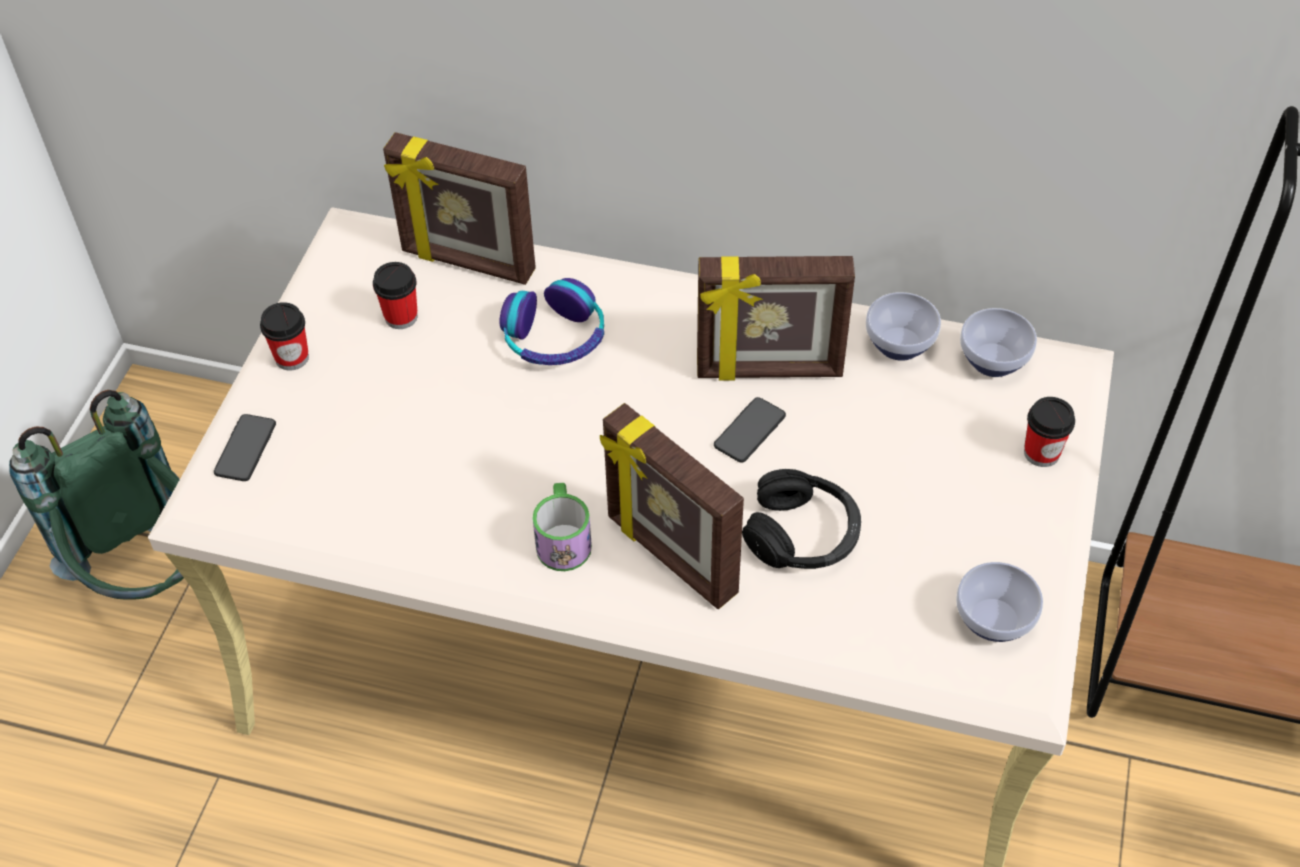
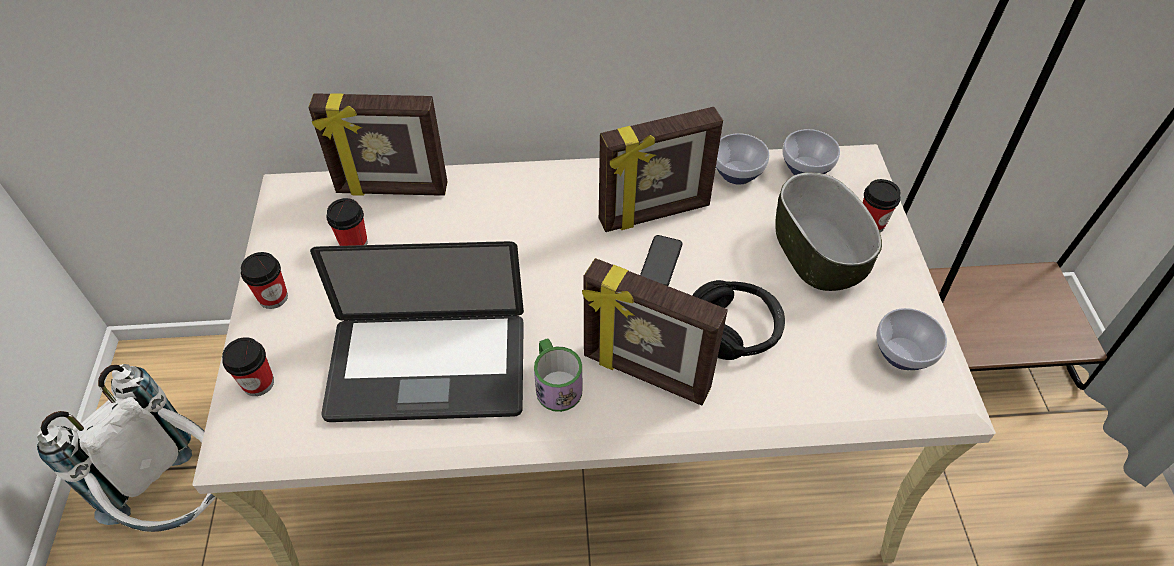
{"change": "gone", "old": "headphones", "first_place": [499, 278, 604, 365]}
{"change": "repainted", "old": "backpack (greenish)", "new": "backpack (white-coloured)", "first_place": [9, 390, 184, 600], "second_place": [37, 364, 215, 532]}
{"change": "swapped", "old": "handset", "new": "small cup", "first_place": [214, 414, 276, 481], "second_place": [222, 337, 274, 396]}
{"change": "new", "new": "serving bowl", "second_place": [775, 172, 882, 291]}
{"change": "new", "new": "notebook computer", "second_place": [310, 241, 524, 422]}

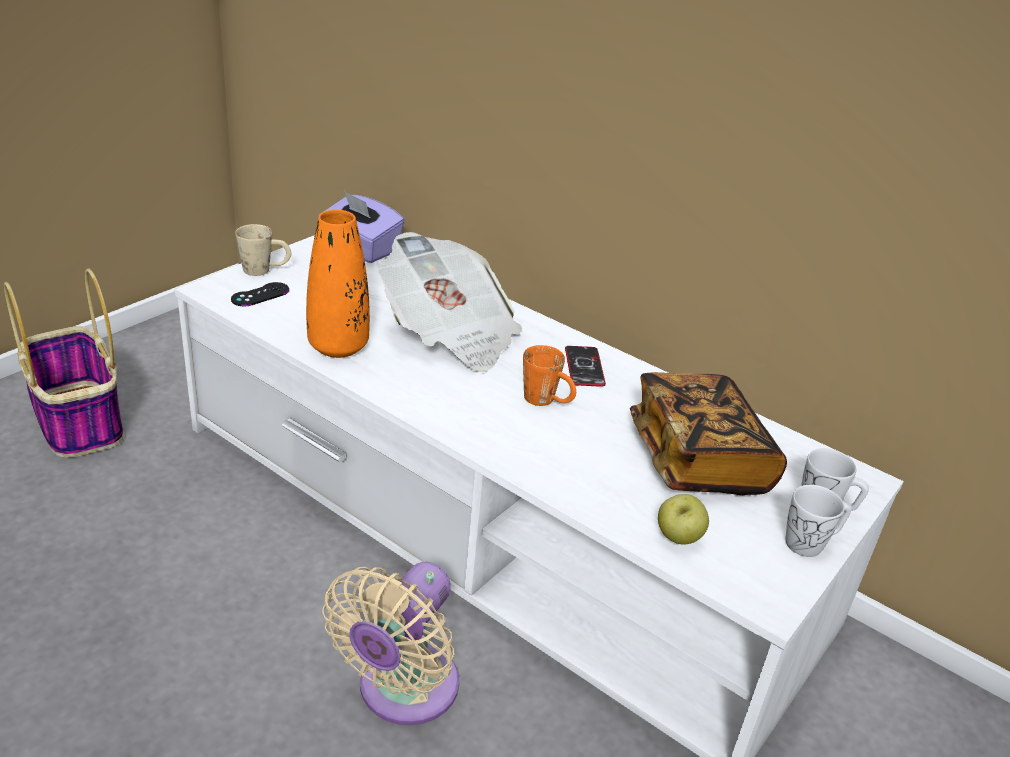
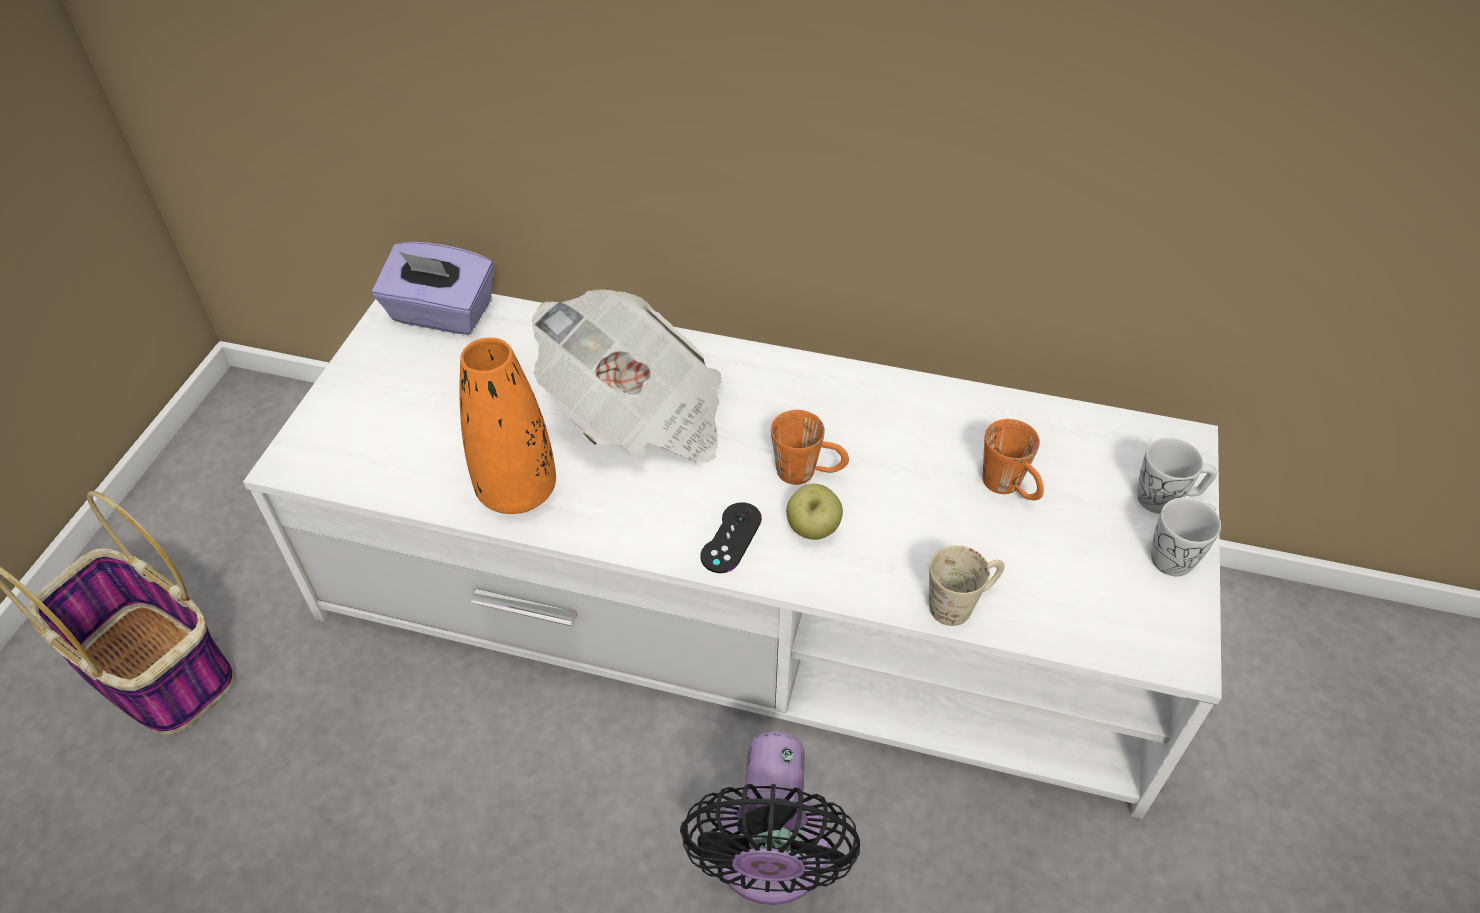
{"change": "shifted", "old": "mug (sand-coloured)", "first_place": [235, 224, 291, 276], "second_place": [929, 545, 1005, 626]}
{"change": "shifted", "old": "gamepad (blackish)", "first_place": [231, 282, 289, 306], "second_place": [701, 502, 762, 573]}
{"change": "gone", "old": "handset", "first_place": [565, 346, 606, 387]}
{"change": "swapped", "old": "bound book", "new": "mug (orangey)", "first_place": [630, 372, 787, 495], "second_place": [983, 419, 1044, 501]}
{"change": "shifted", "old": "apple fruit", "first_place": [658, 494, 709, 545], "second_place": [786, 484, 843, 540]}
{"change": "repainted", "old": "cooling fan (sand-coloured)", "new": "cooling fan (blackish)", "first_place": [322, 562, 459, 725], "second_place": [680, 731, 860, 905]}

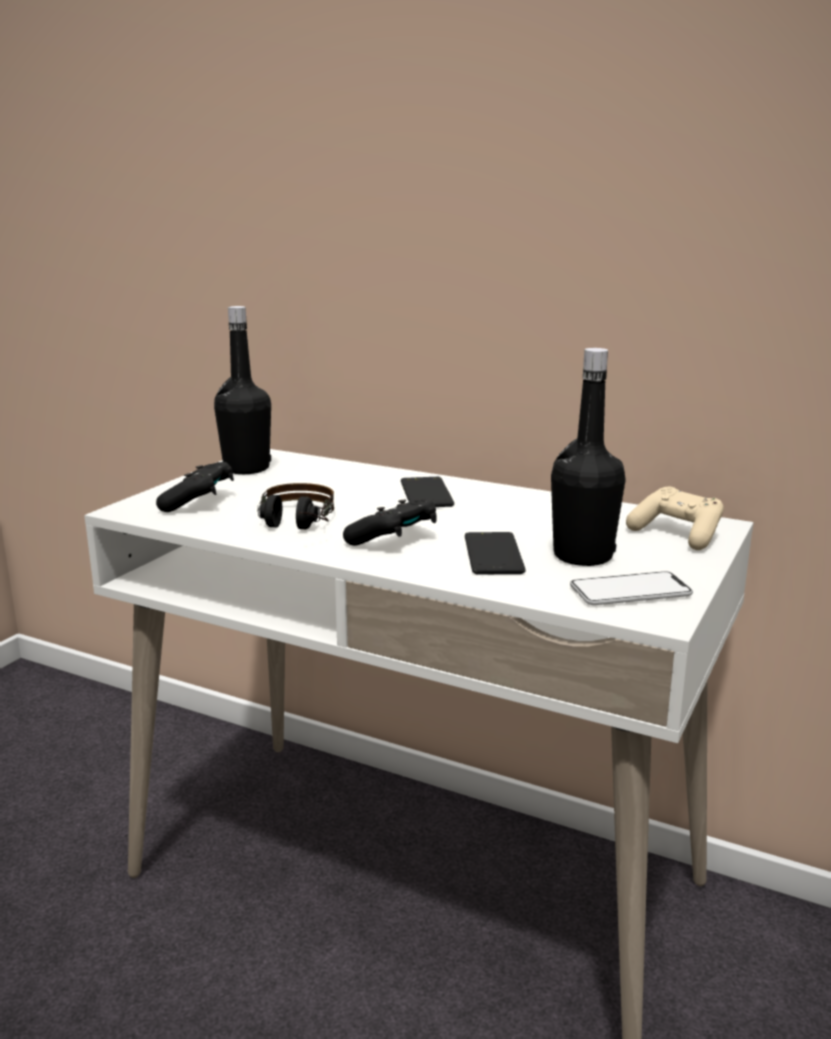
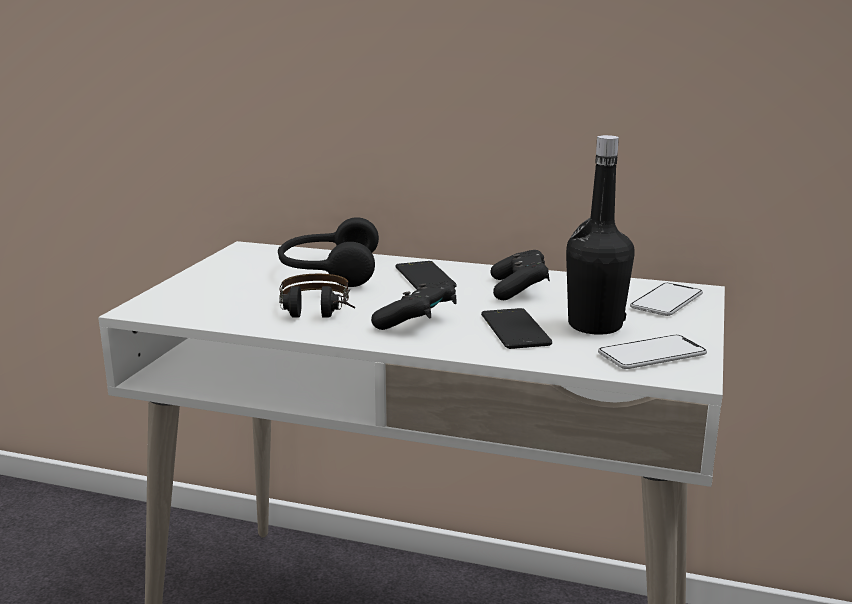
{"change": "gone", "old": "drink bottle (blackish)", "first_place": [214, 306, 271, 474]}
{"change": "shifted", "old": "gamepad (blackish)", "first_place": [156, 462, 234, 512], "second_place": [491, 250, 550, 300]}
{"change": "swapped", "old": "gamepad (sand-coloured)", "new": "handset", "first_place": [626, 487, 724, 550], "second_place": [630, 283, 703, 316]}
{"change": "new", "new": "headphones (blackish)", "second_place": [278, 217, 379, 287]}

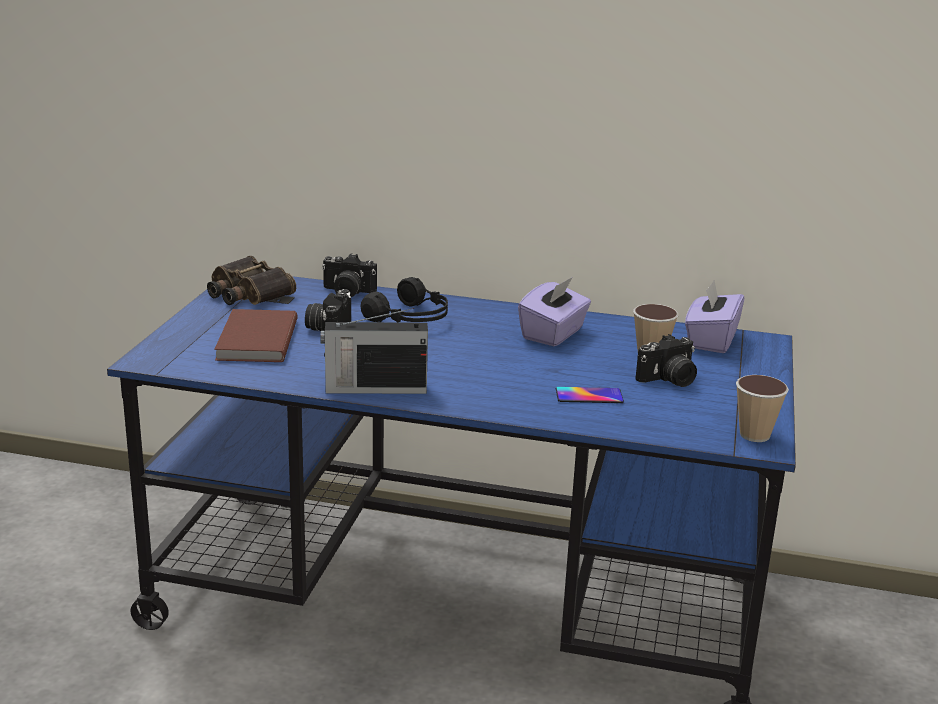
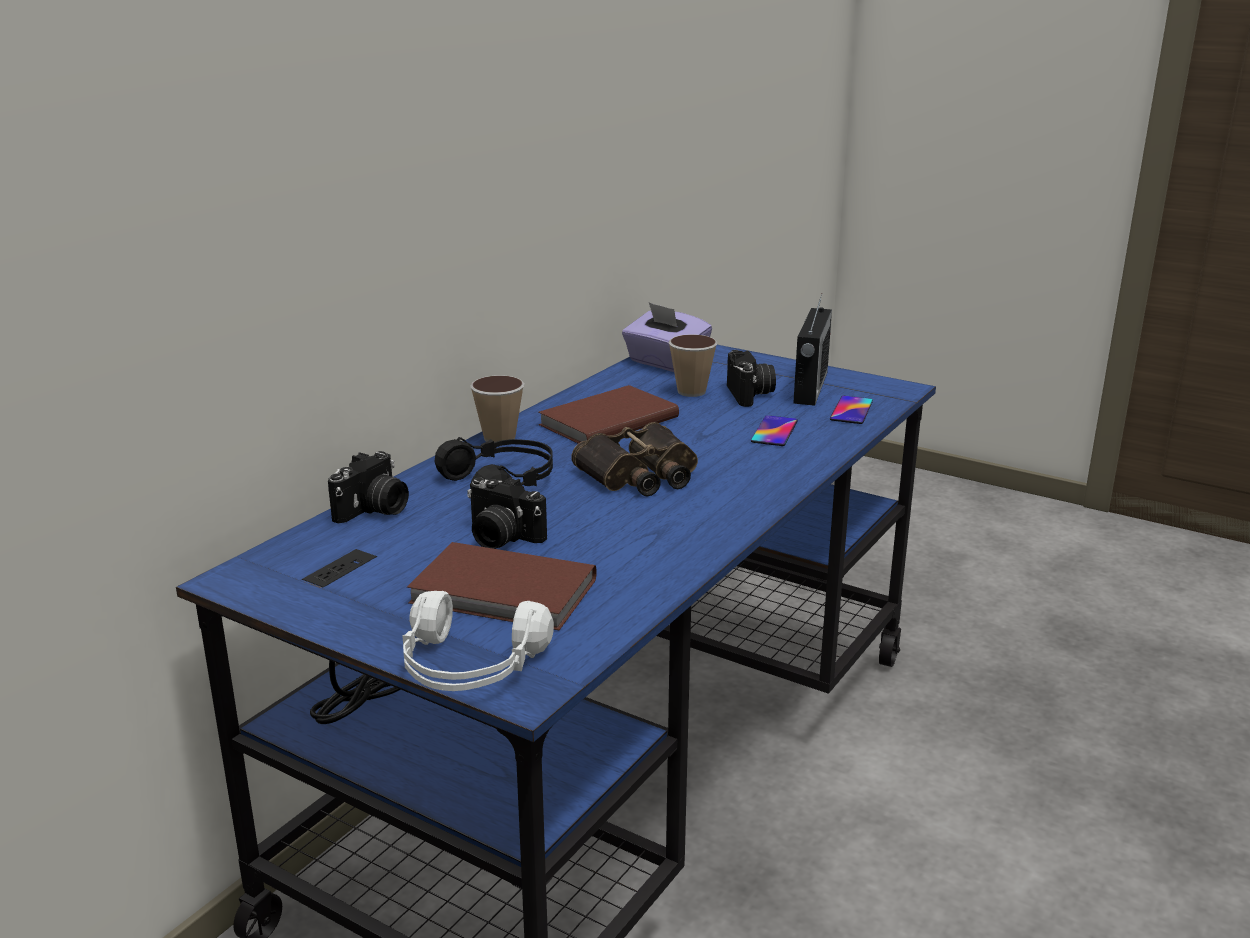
{"change": "shifted", "old": "binoculars", "first_place": [207, 256, 296, 305], "second_place": [572, 422, 698, 497]}
{"change": "swapped", "old": "box of tissues (purple)", "new": "bound book (brown-coloured)", "first_place": [518, 277, 591, 346], "second_place": [538, 385, 679, 444]}
{"change": "shifted", "old": "radio receiver", "first_place": [320, 308, 428, 394], "second_place": [793, 294, 832, 406]}
{"change": "shifted", "old": "small cup", "first_place": [736, 375, 789, 442], "second_place": [470, 375, 524, 442]}
{"change": "new", "new": "handset", "second_place": [830, 396, 873, 424]}
{"change": "new", "new": "headphones (white-coloured)", "second_place": [402, 591, 554, 691]}

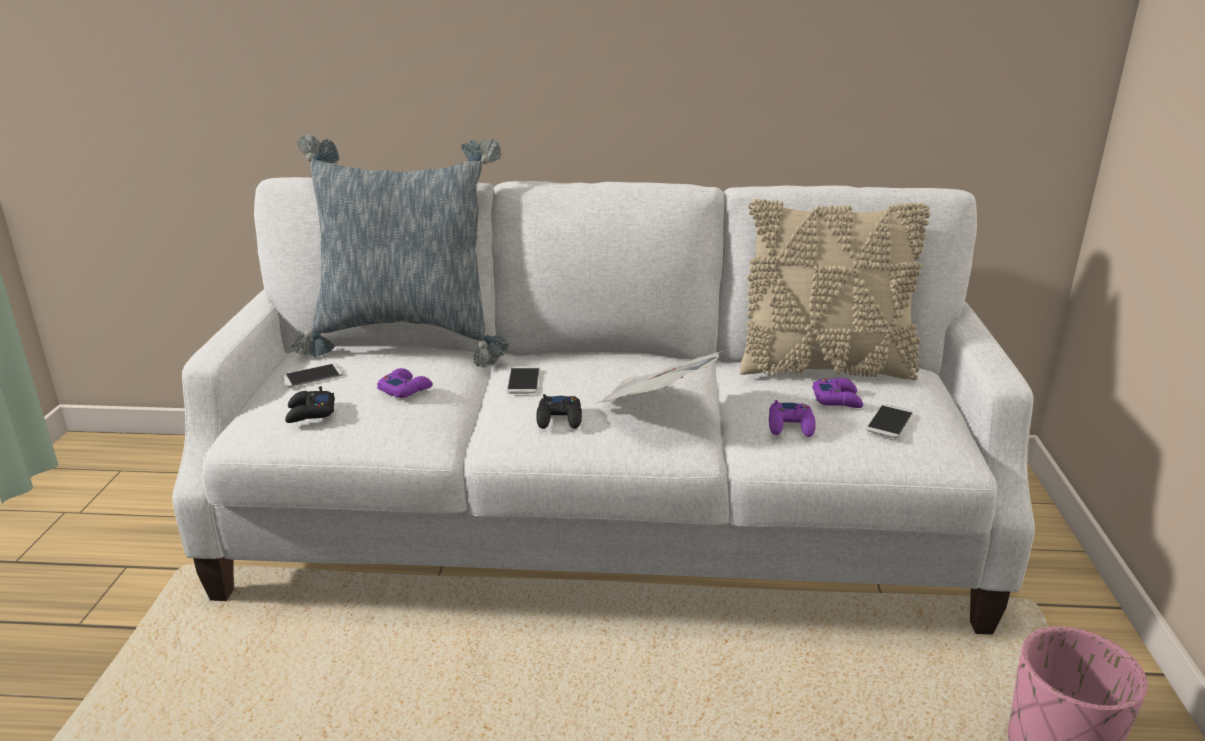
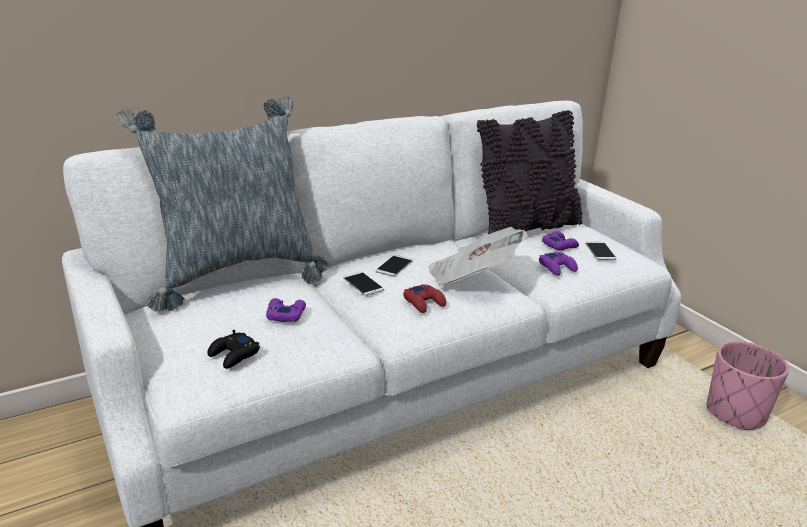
{"change": "repainted", "old": "throw pillow (sand-coloured)", "new": "throw pillow (blackish)", "first_place": [740, 199, 930, 380], "second_place": [477, 110, 582, 234]}
{"change": "shifted", "old": "handset", "first_place": [282, 363, 344, 387], "second_place": [376, 255, 413, 277]}
{"change": "repainted", "old": "gamepad (blackish)", "new": "gamepad (red-coloured)", "first_place": [536, 394, 582, 429], "second_place": [403, 284, 446, 313]}

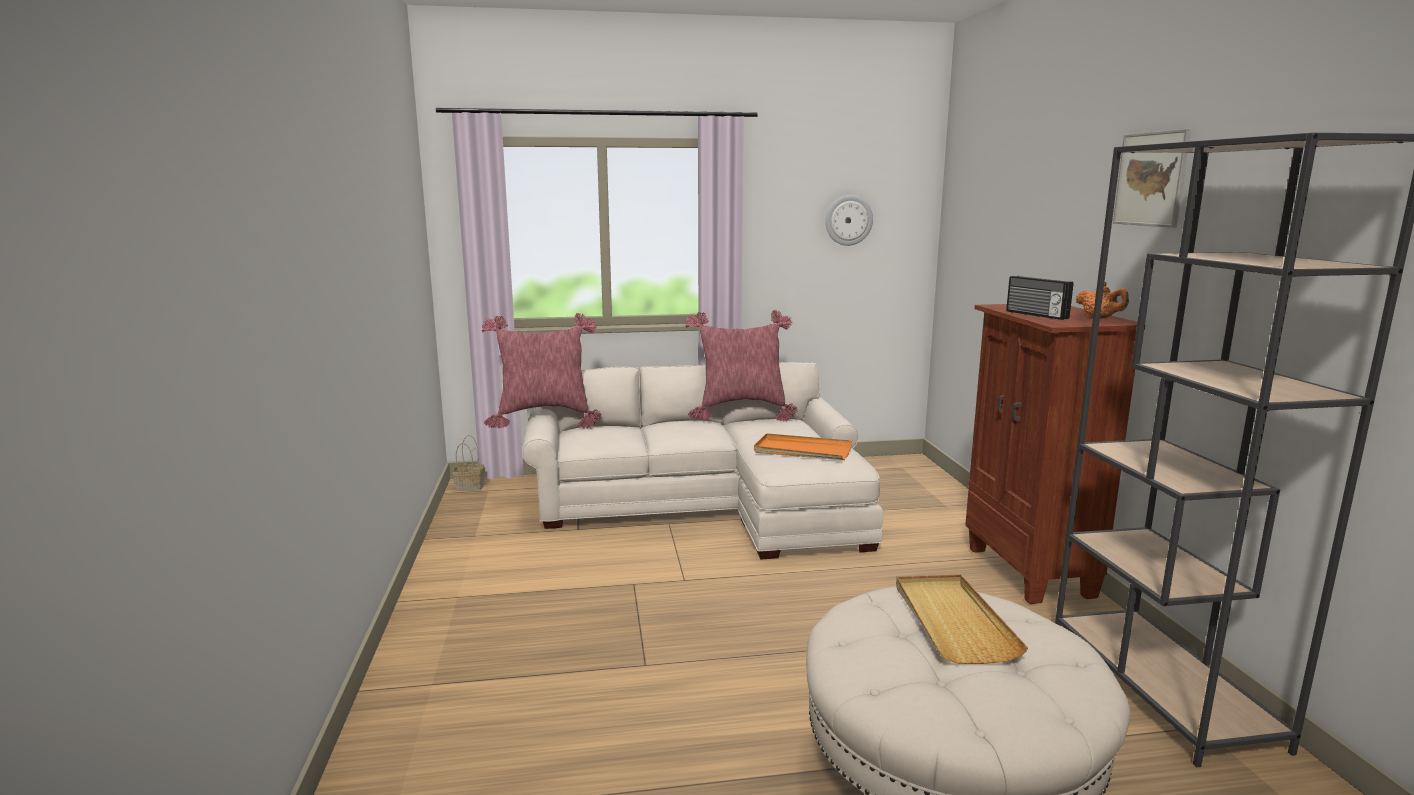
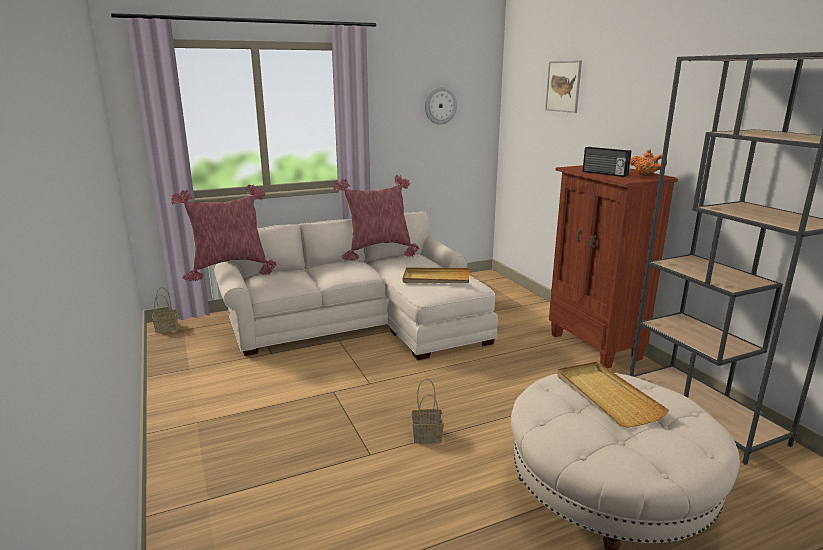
{"change": "shifted", "old": "picture", "first_place": [1113, 129, 1191, 228], "second_place": [545, 60, 582, 113]}
{"change": "repainted", "old": "serving tray (orangey)", "new": "serving tray (sand-coloured)", "first_place": [754, 433, 853, 460], "second_place": [403, 268, 469, 283]}
{"change": "new", "new": "storage basket", "second_place": [411, 378, 444, 444]}

